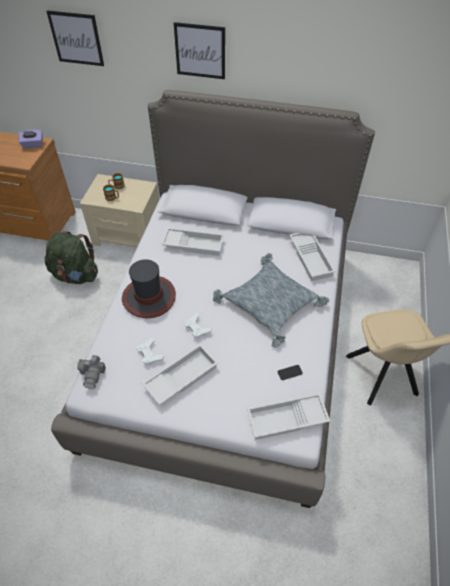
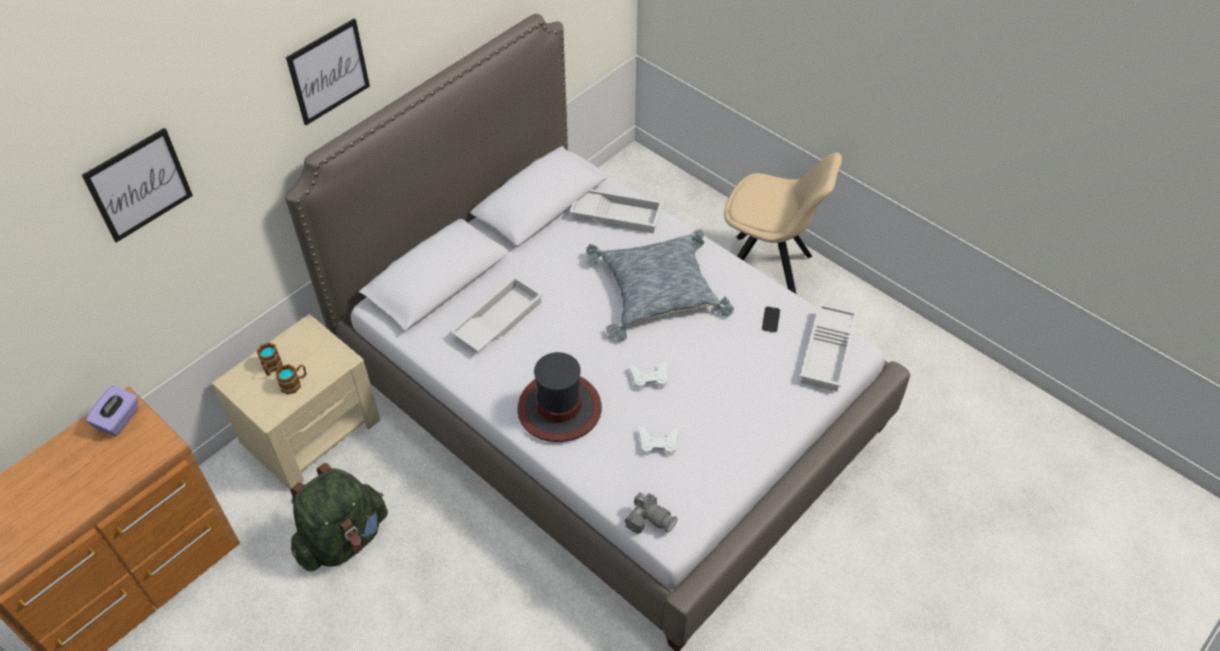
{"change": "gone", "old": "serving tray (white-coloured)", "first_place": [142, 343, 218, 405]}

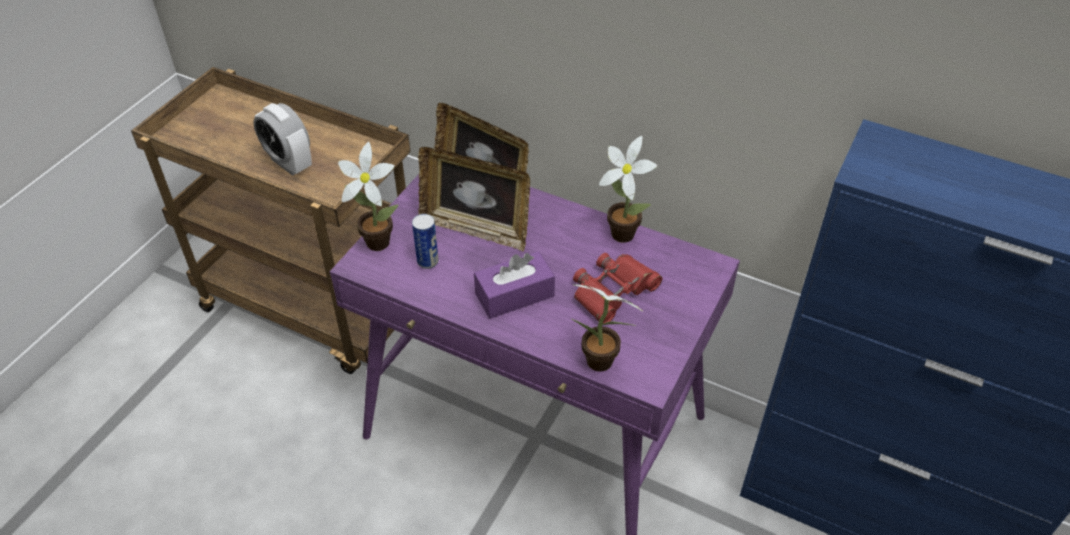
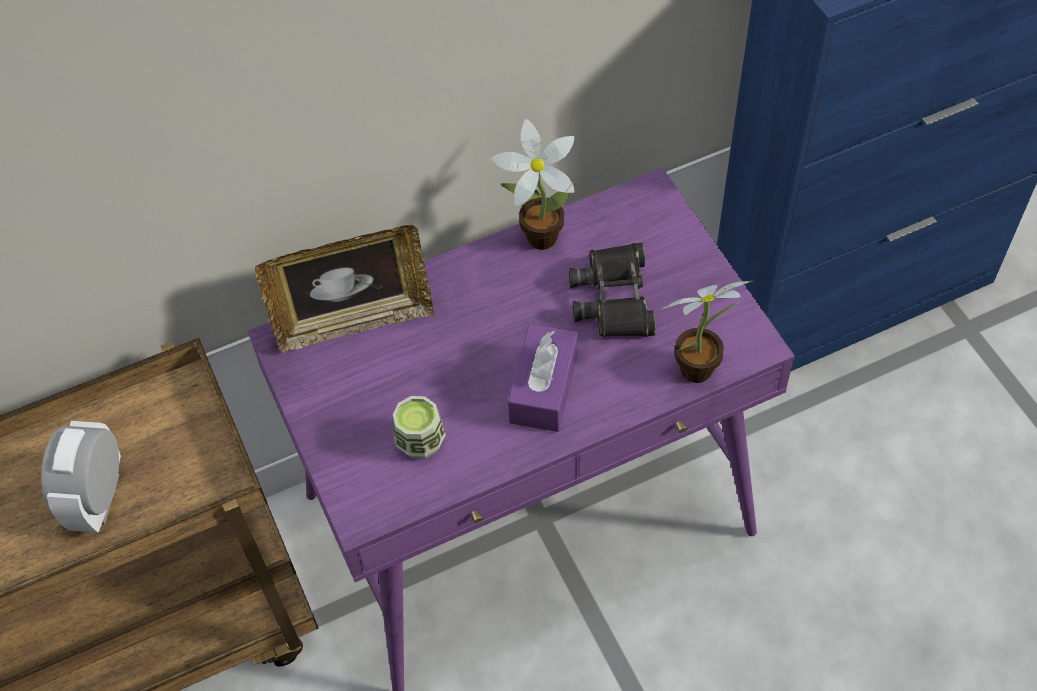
{"change": "rotated", "old": "alarm clock", "first_place": [253, 103, 312, 176], "second_place": [41, 421, 121, 533], "degrees": 105}
{"change": "gone", "old": "potted plant", "first_place": [338, 142, 398, 251]}
{"change": "gone", "old": "photo frame", "first_place": [418, 147, 530, 252]}
{"change": "swapped", "old": "can", "new": "small cup", "first_place": [412, 214, 439, 269], "second_place": [393, 396, 446, 459]}
{"change": "repainted", "old": "binoculars (red-coloured)", "new": "binoculars (blackish)", "first_place": [573, 253, 662, 324], "second_place": [569, 243, 656, 337]}

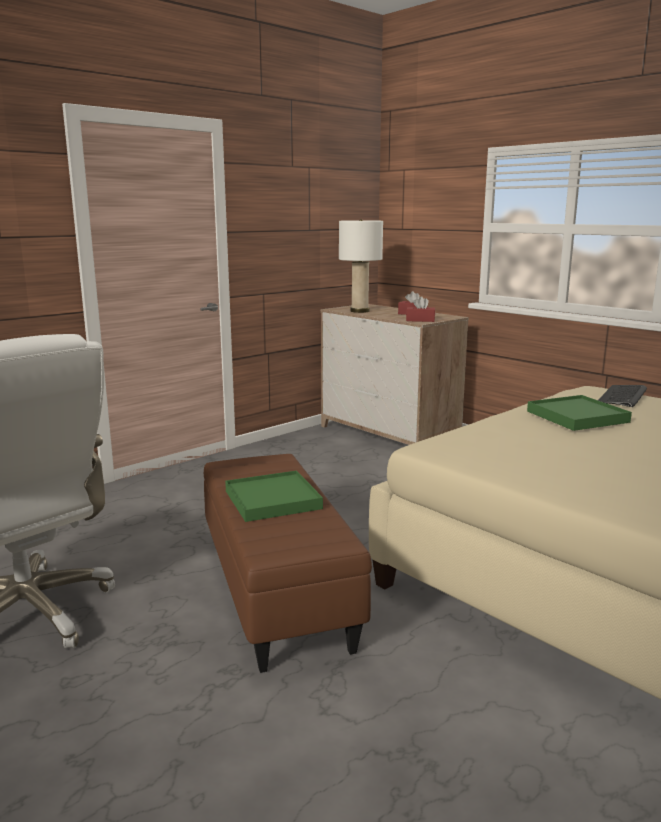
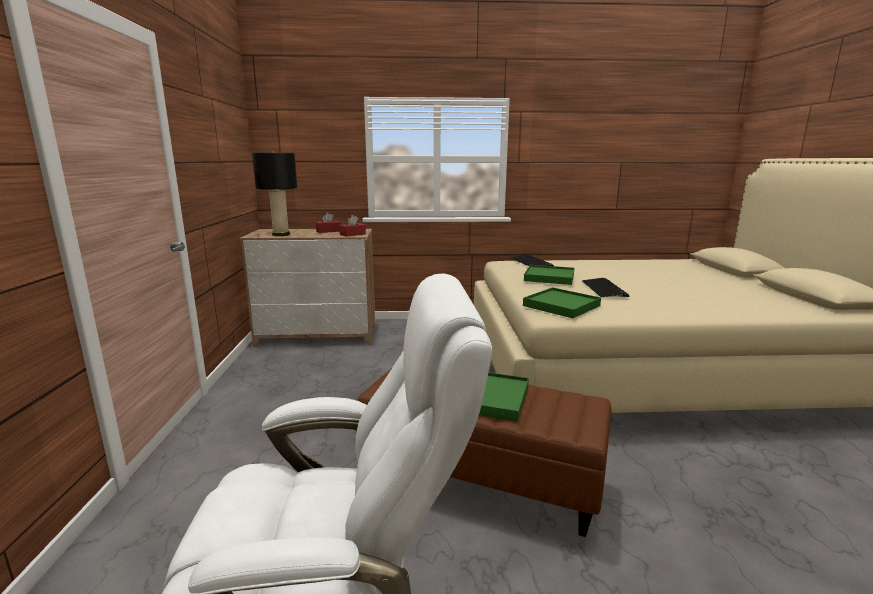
{"change": "repainted", "old": "lamp for a table (white-coloured)", "new": "lamp for a table (blackish)", "first_place": [339, 219, 383, 313], "second_place": [252, 152, 297, 236]}
{"change": "new", "new": "keyboard", "second_place": [582, 278, 630, 297]}
{"change": "new", "new": "serving tray (greenish)", "second_place": [523, 287, 601, 318]}

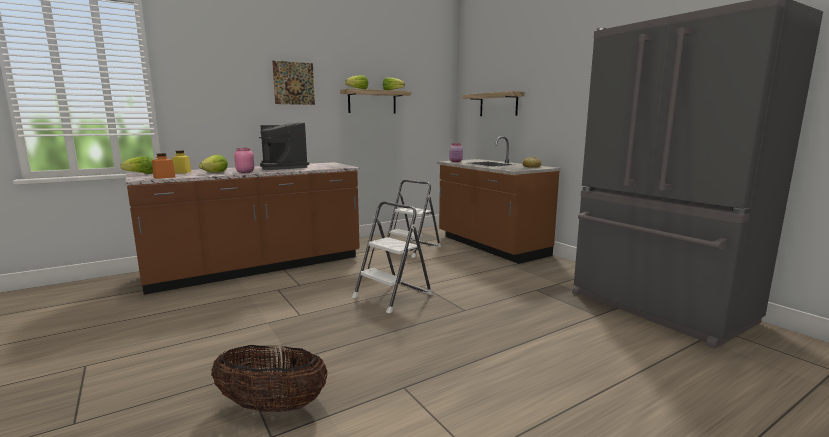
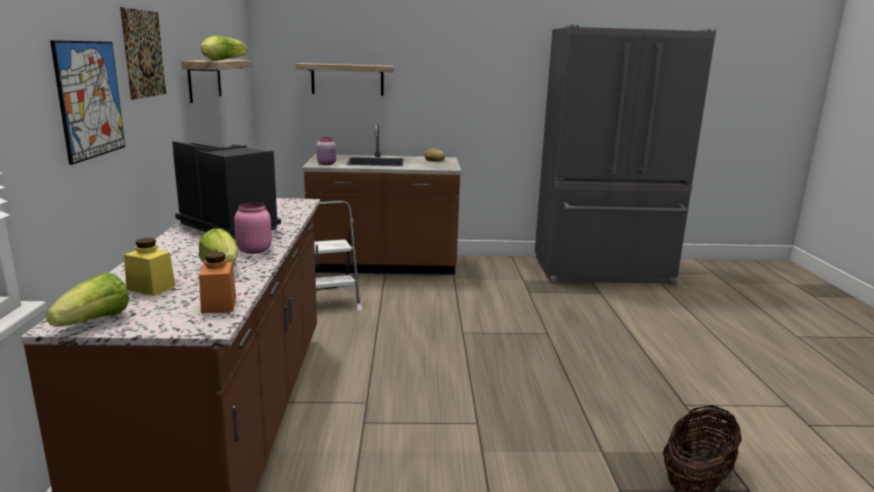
{"change": "rotated", "old": "coffee maker", "first_place": [259, 123, 309, 170], "second_place": [172, 141, 281, 239], "degrees": -135}
{"change": "gone", "old": "stepladder (white-coloured)", "first_place": [352, 201, 432, 313]}
{"change": "new", "new": "picture", "second_place": [50, 40, 125, 165]}

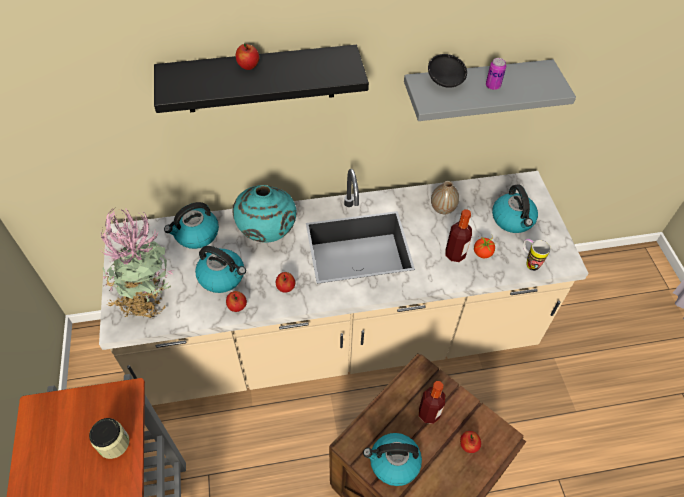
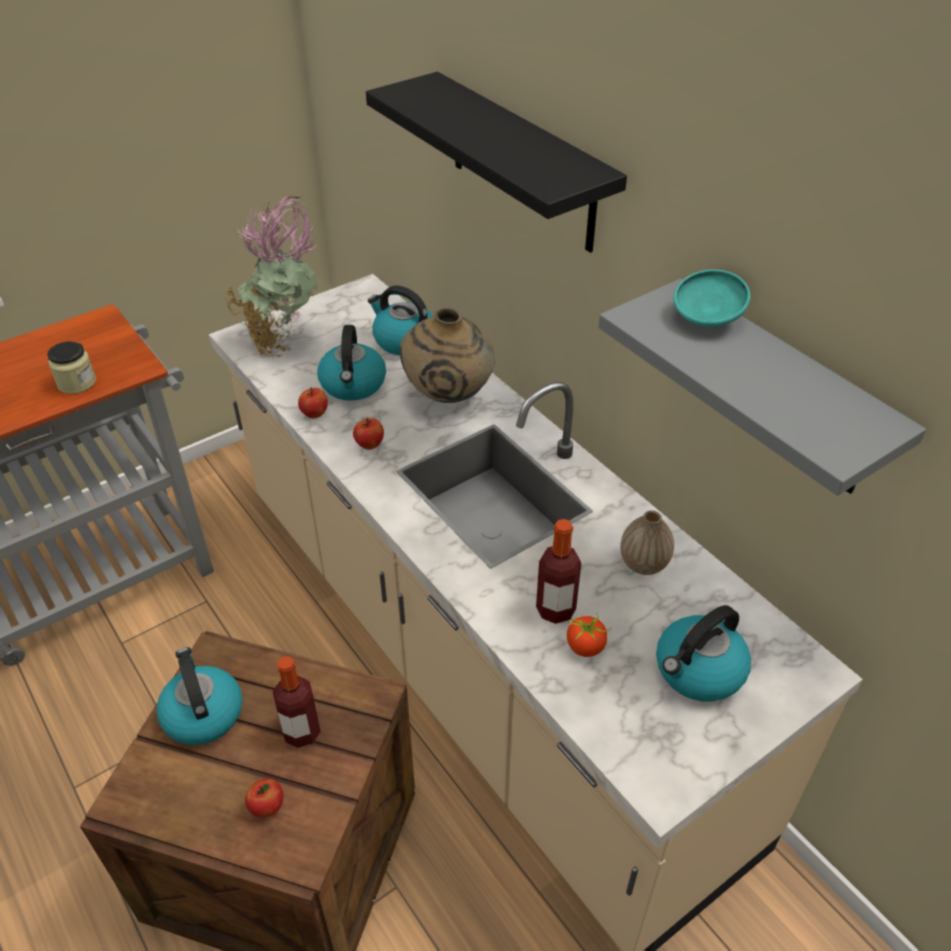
{"change": "gone", "old": "apple fruit", "first_place": [236, 43, 259, 70]}
{"change": "repainted", "old": "serving bowl (blackish)", "new": "serving bowl (blue-green)", "first_place": [428, 54, 467, 88], "second_place": [674, 269, 751, 327]}
{"change": "gone", "old": "can", "first_place": [486, 58, 506, 90]}
{"change": "repainted", "old": "vase (blue-green)", "new": "vase (sand-coloured)", "first_place": [232, 185, 297, 243], "second_place": [400, 308, 495, 403]}
{"change": "gone", "old": "mug", "first_place": [523, 239, 551, 271]}

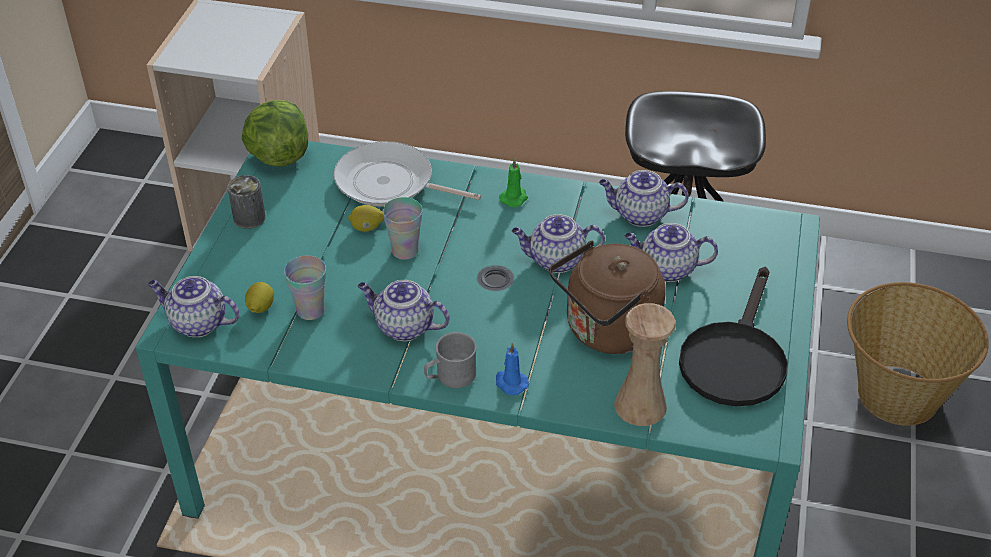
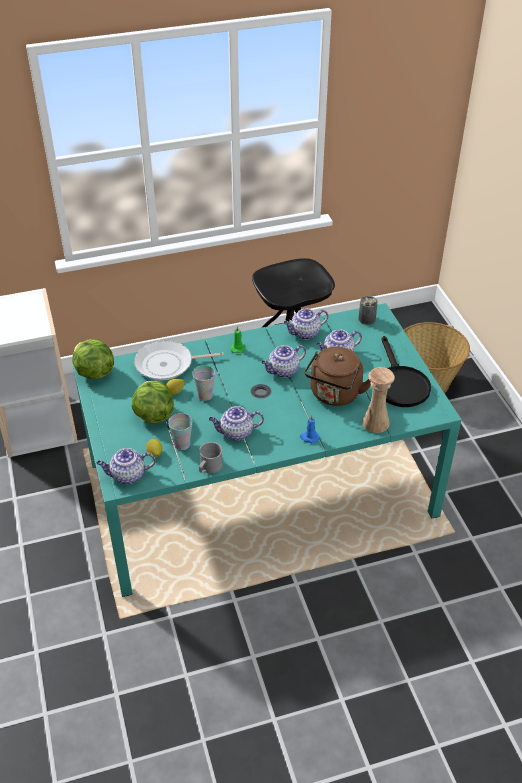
{"change": "shifted", "old": "can", "first_place": [228, 175, 266, 229], "second_place": [358, 296, 378, 325]}
{"change": "shifted", "old": "mug (gray)", "first_place": [424, 332, 477, 388], "second_place": [199, 442, 223, 473]}
{"change": "new", "new": "head of lettuce", "second_place": [131, 381, 174, 424]}

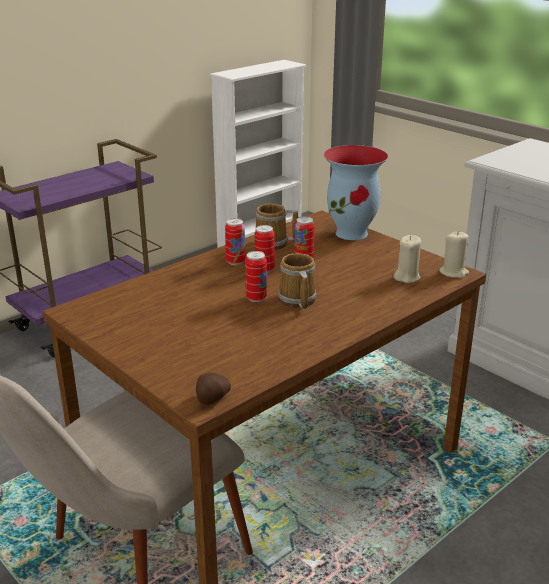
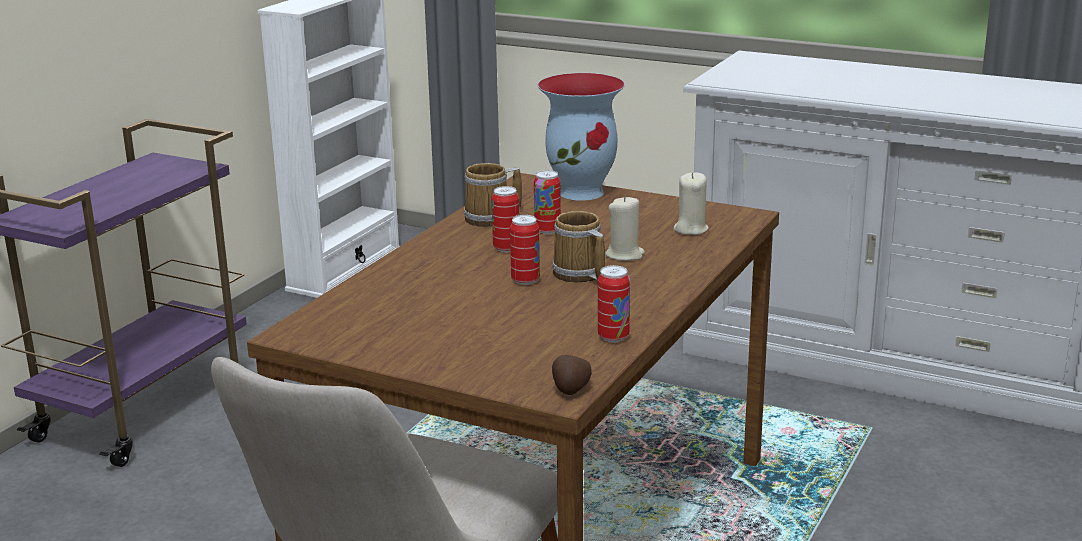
{"change": "shifted", "old": "can", "first_place": [225, 218, 245, 265], "second_place": [598, 265, 630, 342]}
{"change": "shifted", "old": "wax candle (sand-coloured)", "first_place": [439, 231, 469, 278], "second_place": [605, 196, 645, 261]}

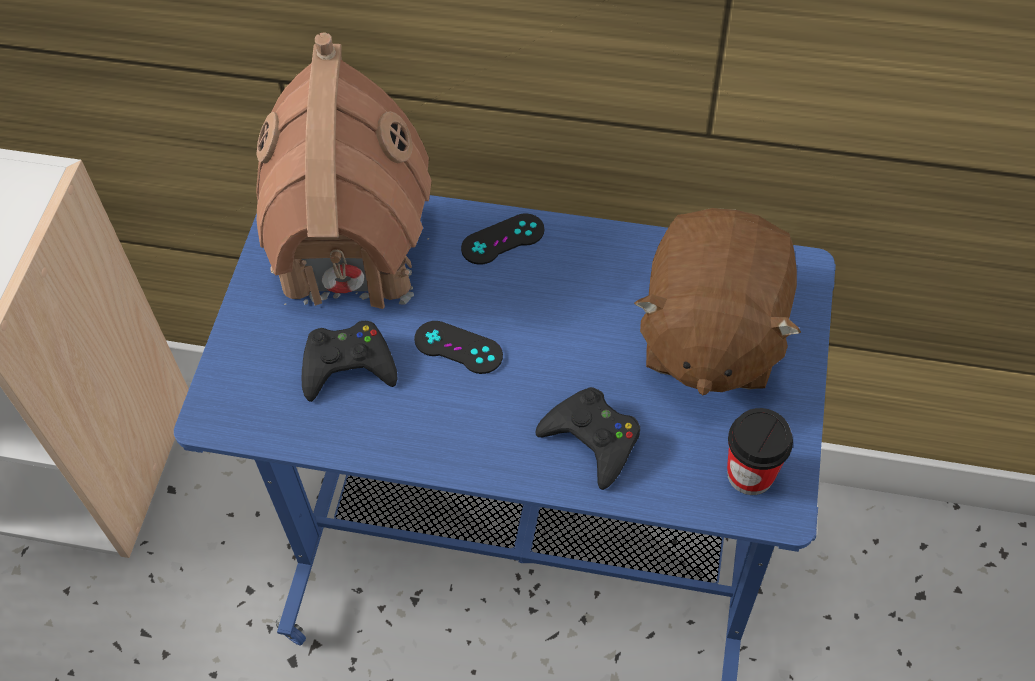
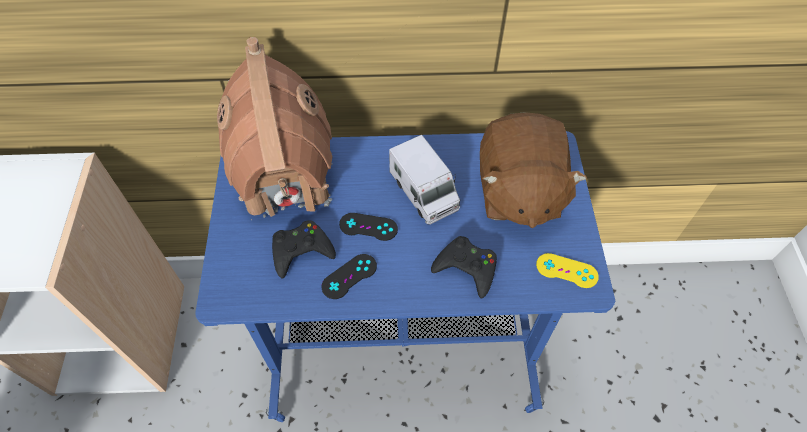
{"change": "shifted", "old": "gamepad (blackish)", "first_place": [461, 213, 544, 265], "second_place": [321, 254, 377, 299]}
{"change": "swapped", "old": "small cup", "new": "gamepad (yellow)", "first_place": [727, 408, 793, 495], "second_place": [536, 253, 599, 288]}
{"change": "new", "new": "toy truck", "second_place": [389, 135, 460, 225]}

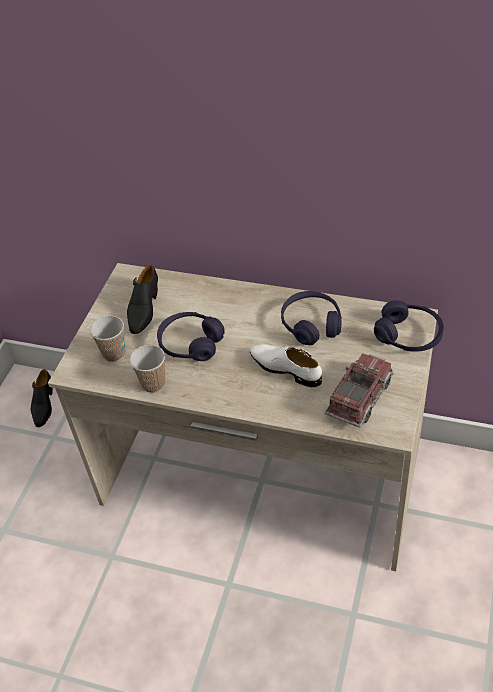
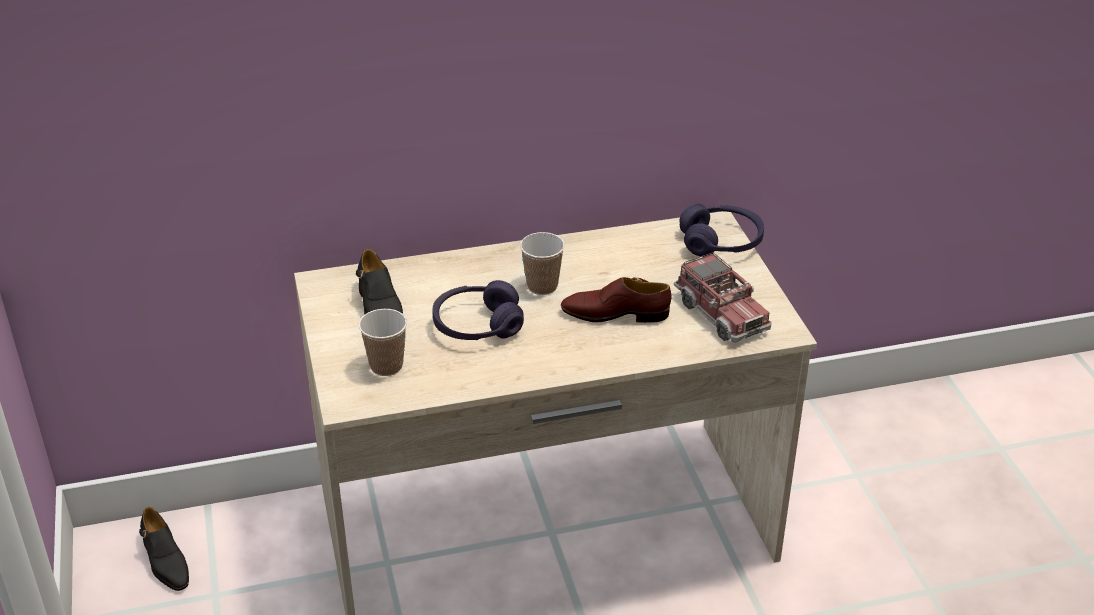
{"change": "gone", "old": "headphones (purple)", "first_place": [281, 291, 342, 345]}
{"change": "repainted", "old": "item of footwear (white-coloured)", "new": "item of footwear (brown-coloured)", "first_place": [250, 344, 322, 387], "second_place": [561, 277, 671, 323]}
{"change": "shifted", "old": "small cup", "first_place": [130, 345, 165, 393], "second_place": [520, 232, 565, 295]}
{"change": "rotated", "old": "toy truck", "first_place": [325, 353, 394, 428], "second_place": [674, 252, 772, 342], "degrees": 150}

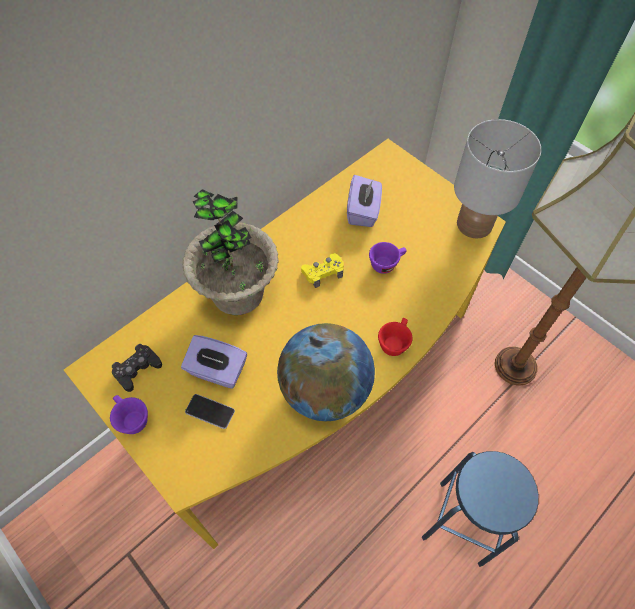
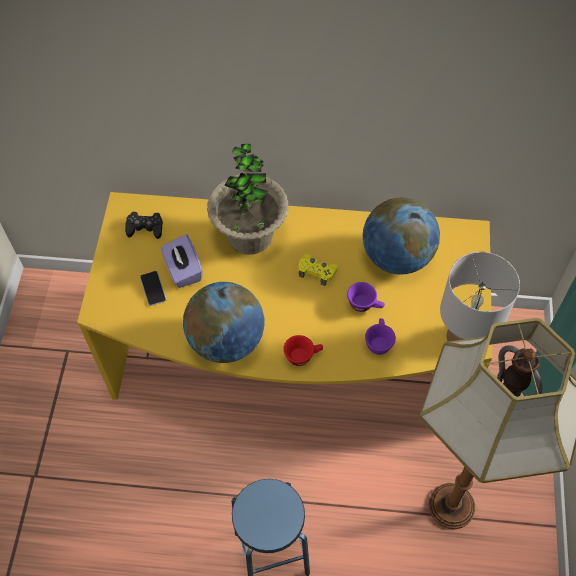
{"change": "swapped", "old": "box of tissues (purple)", "new": "globe", "first_place": [347, 175, 382, 227], "second_place": [363, 198, 440, 275]}
{"change": "shifted", "old": "small cup (purple)", "first_place": [110, 395, 148, 434], "second_place": [365, 318, 396, 355]}

